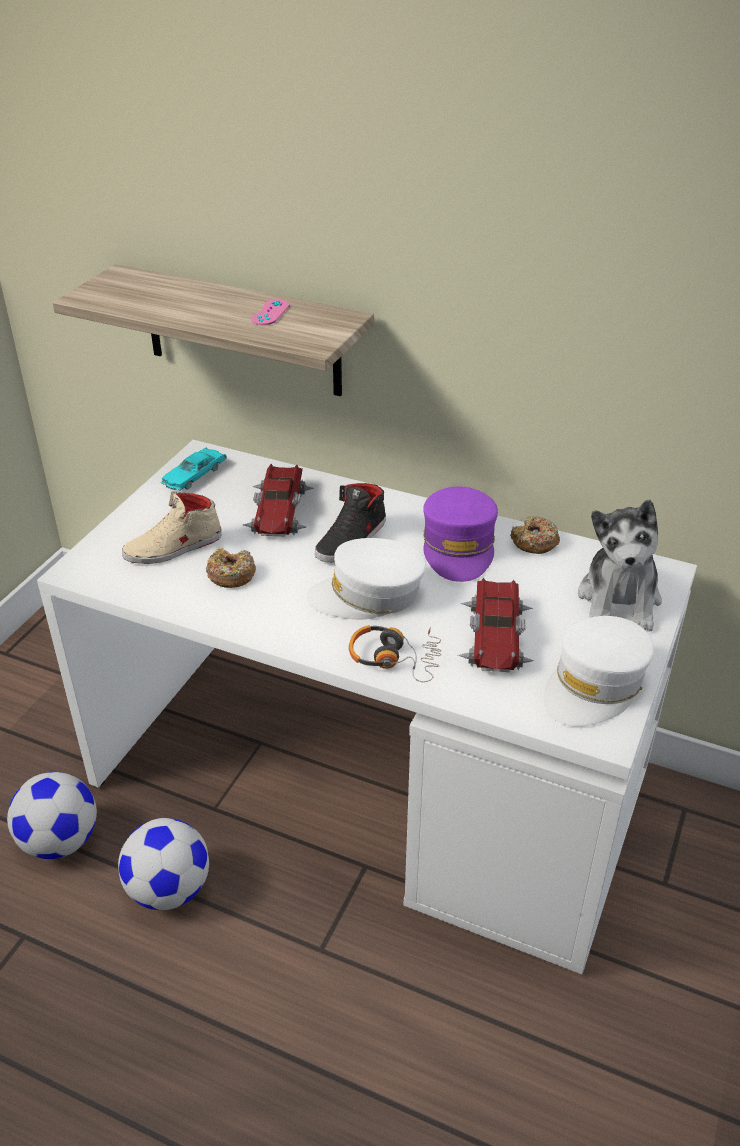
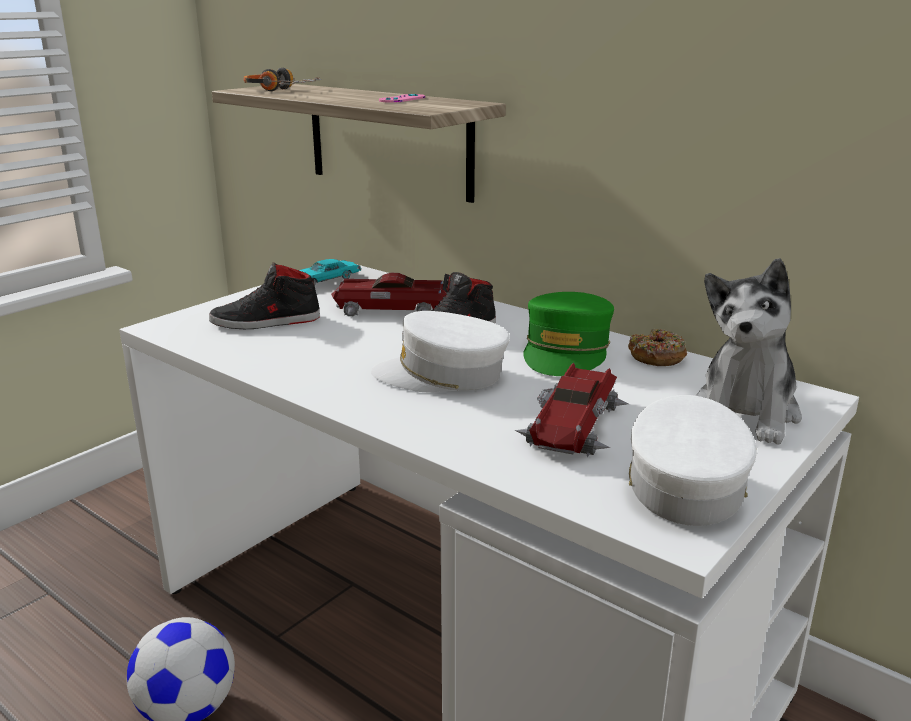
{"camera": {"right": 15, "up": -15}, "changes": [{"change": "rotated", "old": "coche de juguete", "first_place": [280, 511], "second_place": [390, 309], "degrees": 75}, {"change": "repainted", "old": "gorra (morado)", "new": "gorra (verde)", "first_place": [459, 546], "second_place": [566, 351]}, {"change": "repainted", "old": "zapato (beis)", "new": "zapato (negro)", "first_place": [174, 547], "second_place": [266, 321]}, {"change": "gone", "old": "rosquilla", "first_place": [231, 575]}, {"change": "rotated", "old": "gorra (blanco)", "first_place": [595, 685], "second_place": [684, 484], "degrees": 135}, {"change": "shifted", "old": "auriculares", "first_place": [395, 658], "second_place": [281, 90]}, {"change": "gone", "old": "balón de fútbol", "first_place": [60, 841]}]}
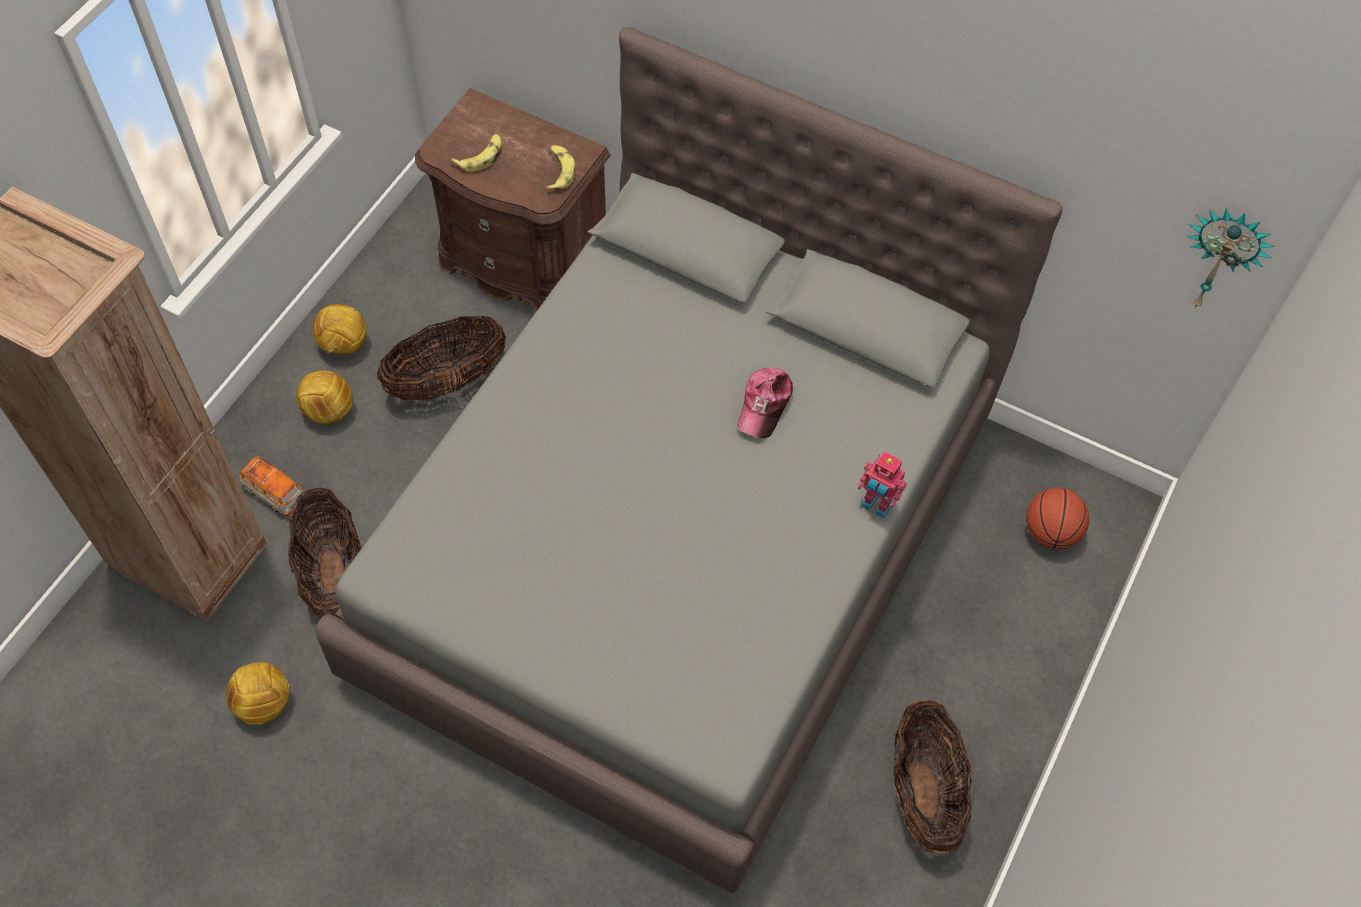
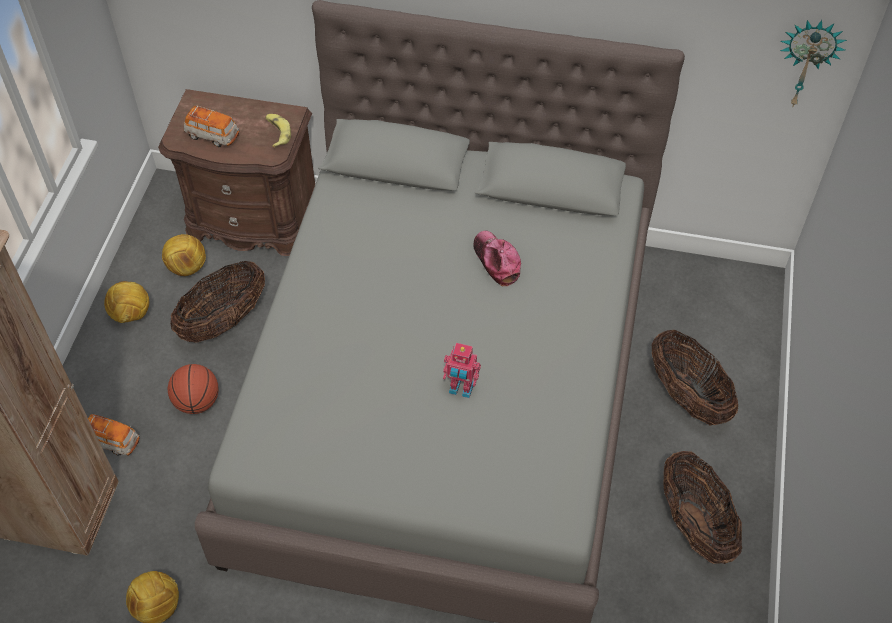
{"camera": {"right": -15, "up": -5}, "changes": [{"change": "swapped", "old": "plátano", "new": "coche de juguete", "first_place": [481, 156], "second_place": [212, 136]}, {"change": "rotated", "old": "gorra", "first_place": [764, 405], "second_place": [496, 261], "degrees": 150}, {"change": "shifted", "old": "balón de fútbol", "first_place": [328, 411], "second_place": [187, 267]}, {"change": "shifted", "old": "robot de juguete", "first_place": [876, 505], "second_place": [461, 389]}, {"change": "shifted", "old": "cesta", "first_place": [333, 574], "second_place": [687, 396]}, {"change": "shifted", "old": "balón de baloncesto", "first_place": [1050, 532], "second_place": [197, 402]}]}
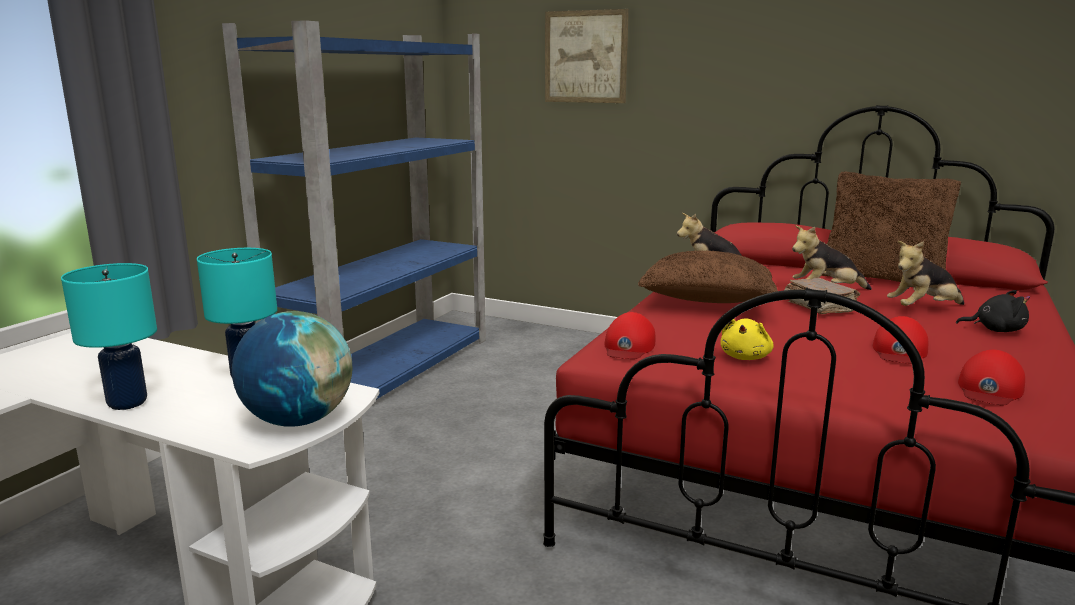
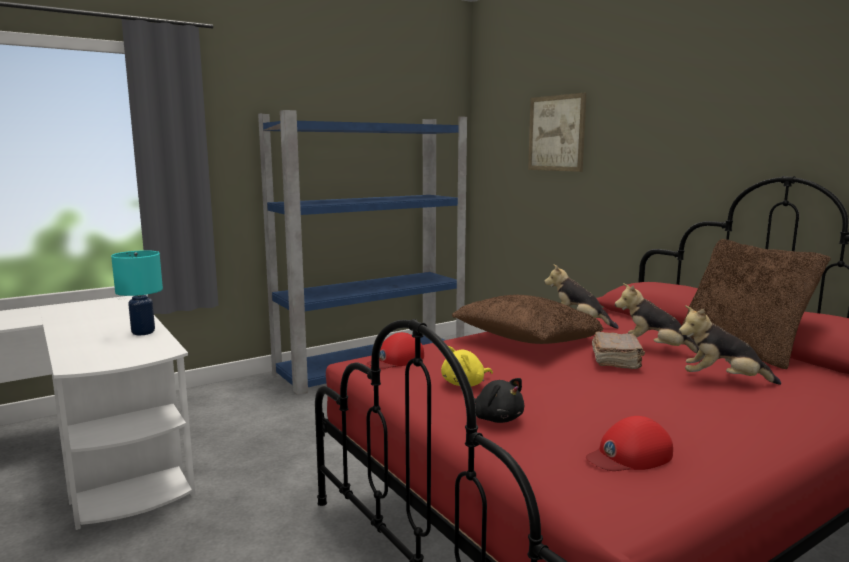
{"camera": {"right": 30, "up": -5}, "changes": [{"change": "gone", "old": "lámpara de mesa (turquesa)", "first_place": [128, 404]}, {"change": "shifted", "old": "peluche (negro)", "first_place": [995, 330], "second_place": [496, 418]}, {"change": "gone", "old": "globo terráqueo", "first_place": [298, 420]}, {"change": "gone", "old": "gorra (rojo)", "first_place": [899, 351]}]}
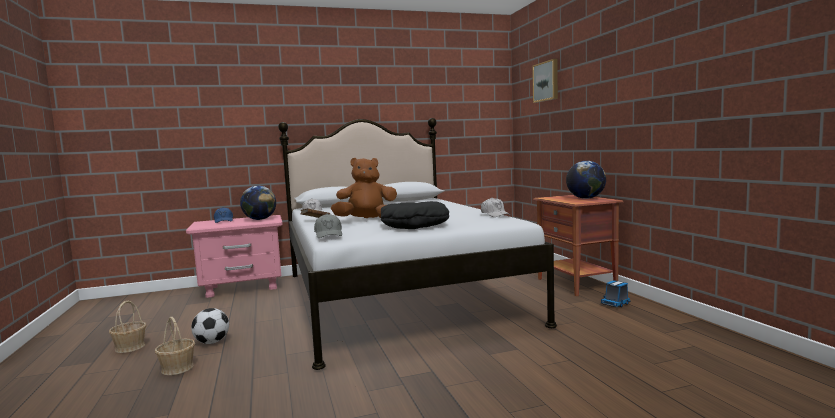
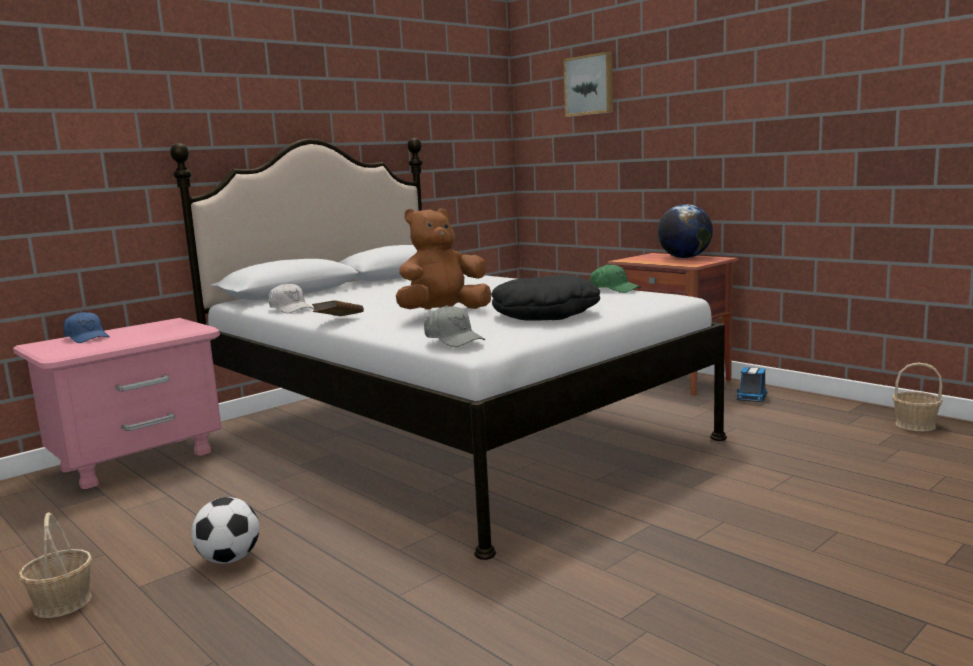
{"camera": {"right": -25, "up": 5}, "changes": [{"change": "gone", "old": "globo terráqueo", "first_place": [260, 219]}, {"change": "repainted", "old": "gorra (blanco)", "new": "gorra (verde)", "first_place": [495, 214], "second_place": [614, 289]}, {"change": "shifted", "old": "cesta", "first_place": [177, 368], "second_place": [915, 425]}]}
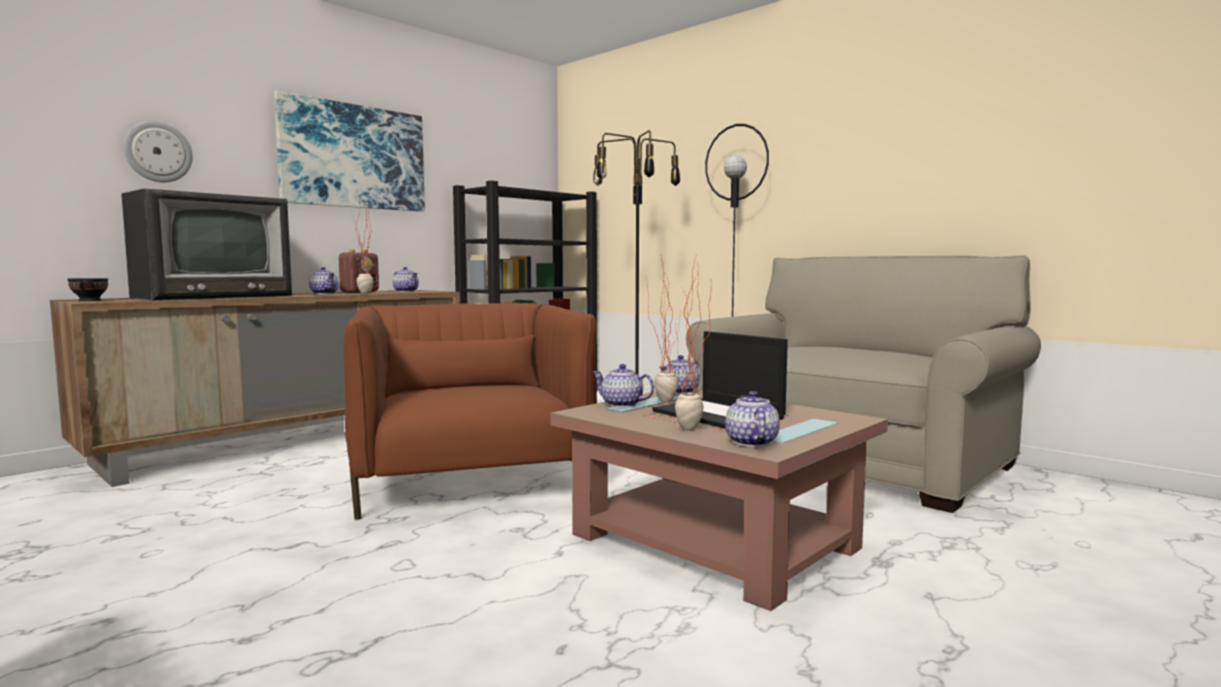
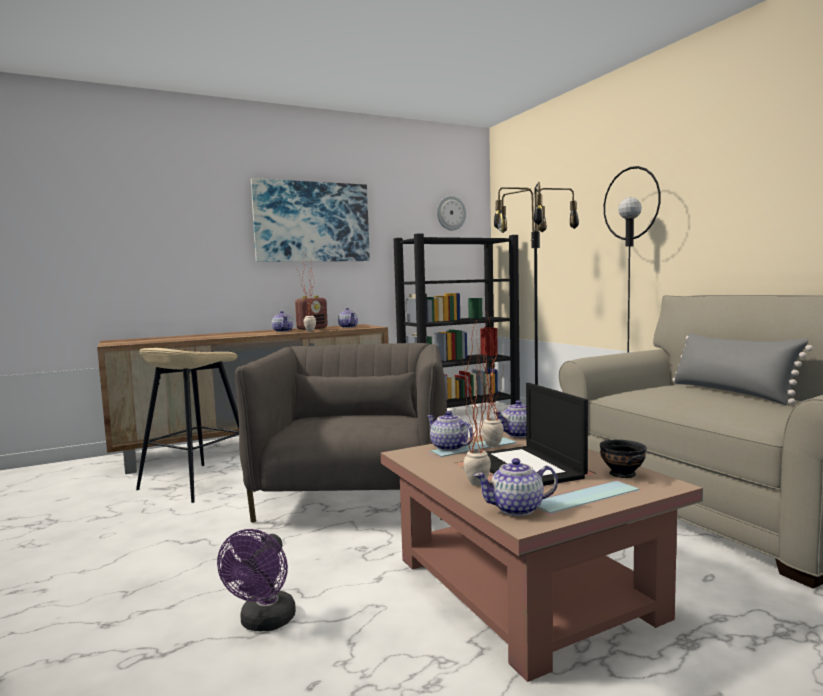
{"camera": {"right": 20, "up": 0}, "changes": [{"change": "shifted", "old": "reloj de pared", "first_place": [158, 152], "second_place": [451, 213]}, {"change": "gone", "old": "televisor", "first_place": [213, 296]}, {"change": "shifted", "old": "cuenco (negro)", "first_place": [89, 300], "second_place": [622, 474]}, {"change": "repainted", "old": "sillón (marrón)", "new": "sillón (gris)", "first_place": [470, 483], "second_place": [356, 496]}, {"change": "rotated", "old": "tetera", "first_place": [751, 442], "second_place": [517, 509], "degrees": -120}, {"change": "new", "new": "cojín (gris)", "second_place": [731, 392]}, {"change": "new", "new": "taburete (beis)", "second_place": [197, 482]}, {"change": "new", "new": "ventilador (morado)", "second_place": [264, 623]}]}
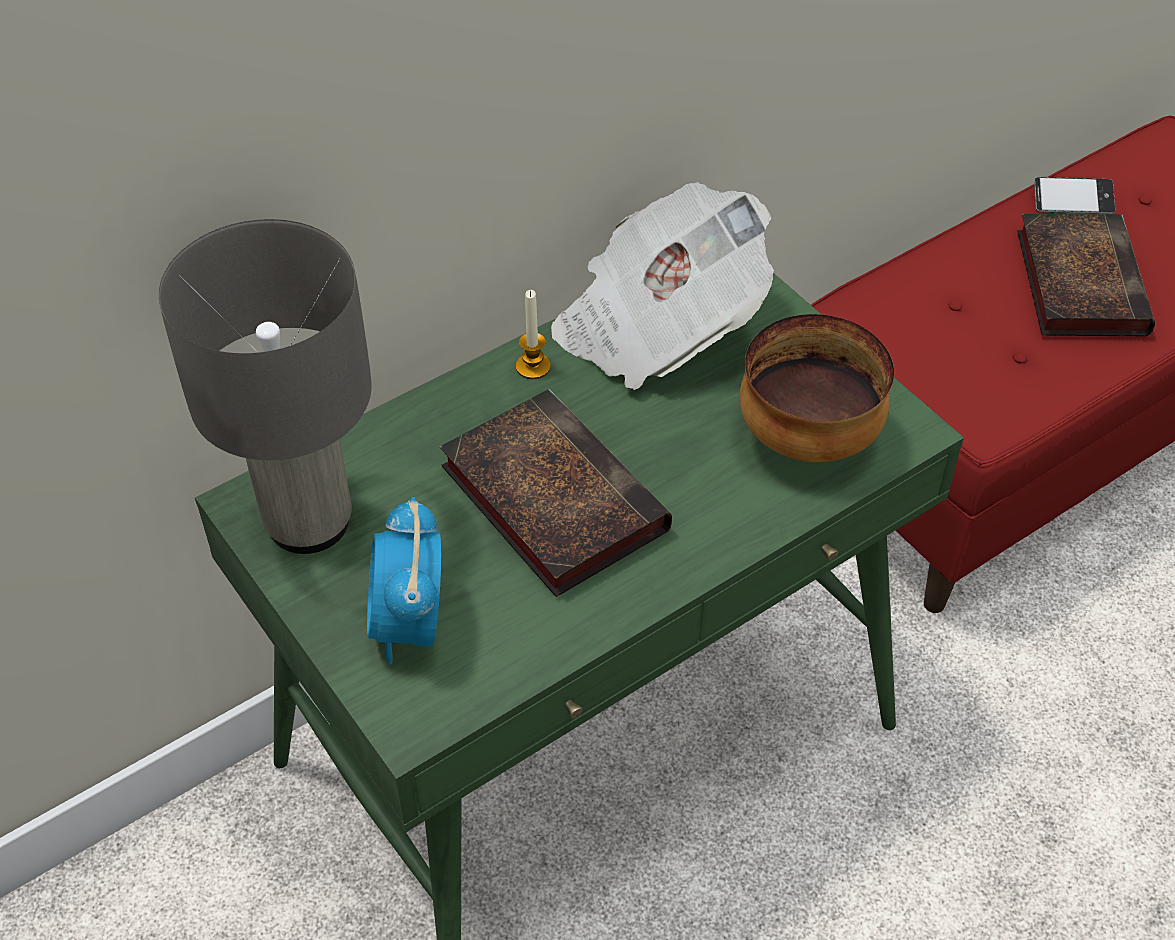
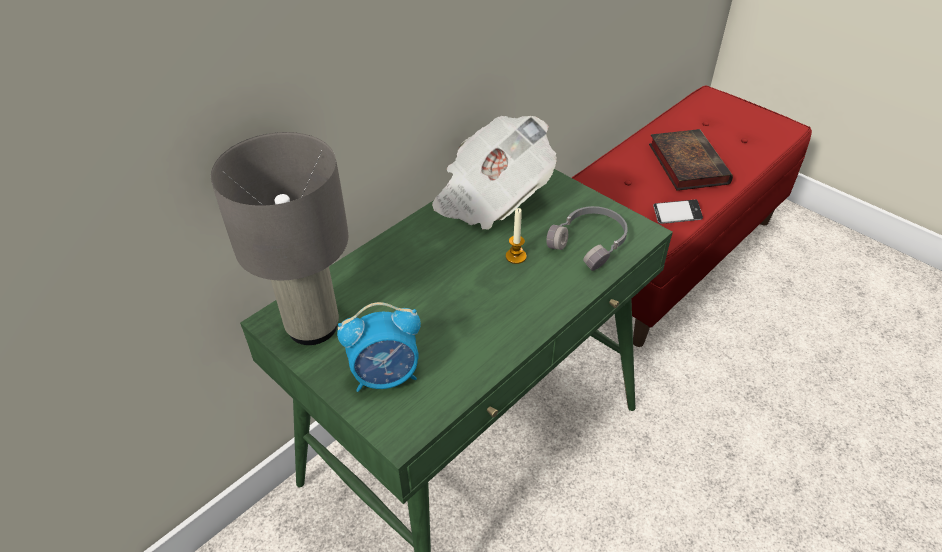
{"camera": {"right": -10, "up": -5}, "changes": [{"change": "shifted", "old": "móvil", "first_place": [1072, 201], "second_place": [677, 215]}, {"change": "shifted", "old": "vela", "first_place": [533, 367], "second_place": [516, 256]}, {"change": "swapped", "old": "cuenco", "new": "auriculares (gris)", "first_place": [810, 439], "second_place": [590, 243]}, {"change": "gone", "old": "libro", "first_place": [548, 496]}, {"change": "rotated", "old": "despertador", "first_place": [409, 625], "second_place": [386, 376], "degrees": -90}]}
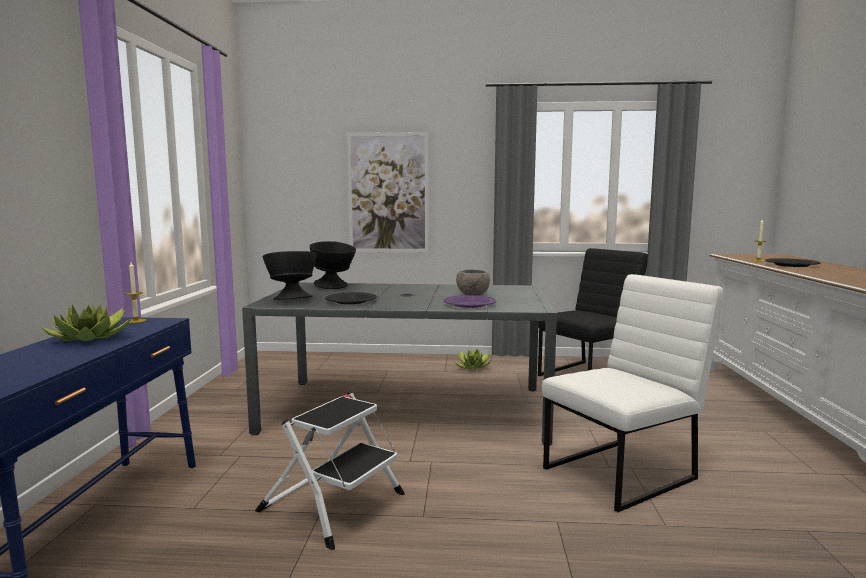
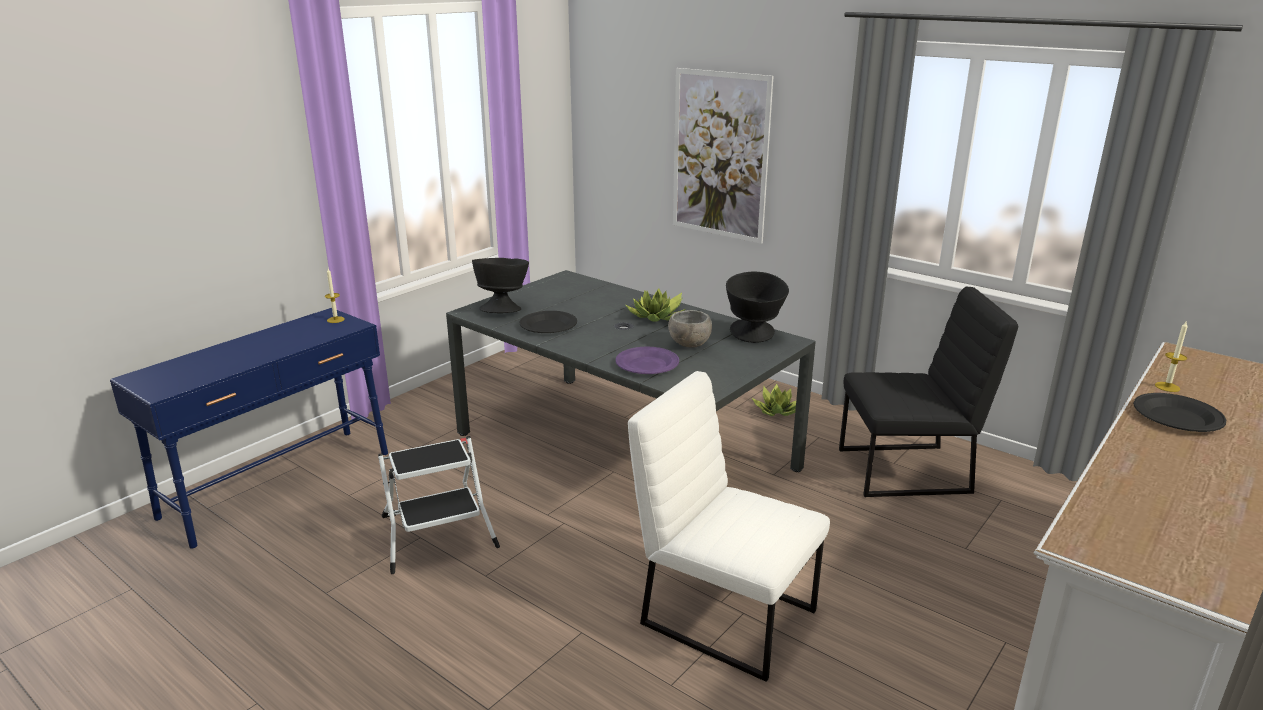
{"camera": {"right": 35, "up": 15}, "changes": [{"change": "shifted", "old": "cuenco (negro)", "first_place": [333, 287], "second_place": [753, 337]}, {"change": "rotated", "old": "silla (blanco)", "first_place": [623, 472], "second_place": [724, 614], "degrees": -150}, {"change": "shifted", "old": "planta en maceta", "first_place": [92, 338], "second_place": [657, 317]}]}
